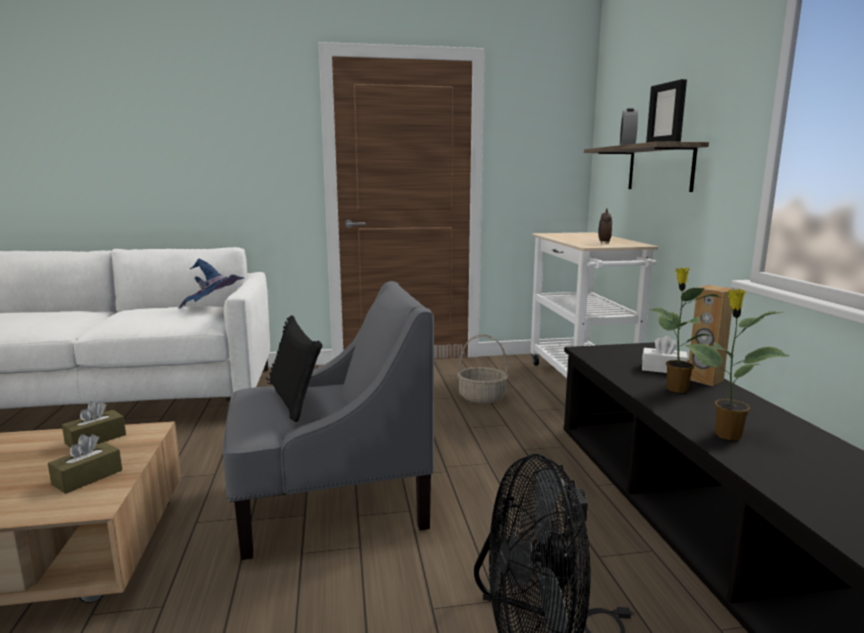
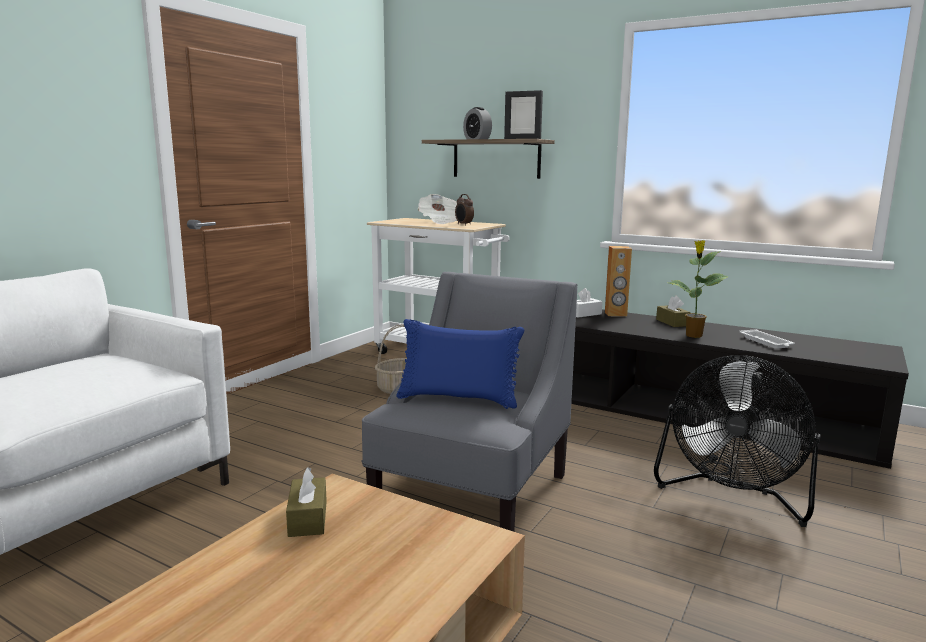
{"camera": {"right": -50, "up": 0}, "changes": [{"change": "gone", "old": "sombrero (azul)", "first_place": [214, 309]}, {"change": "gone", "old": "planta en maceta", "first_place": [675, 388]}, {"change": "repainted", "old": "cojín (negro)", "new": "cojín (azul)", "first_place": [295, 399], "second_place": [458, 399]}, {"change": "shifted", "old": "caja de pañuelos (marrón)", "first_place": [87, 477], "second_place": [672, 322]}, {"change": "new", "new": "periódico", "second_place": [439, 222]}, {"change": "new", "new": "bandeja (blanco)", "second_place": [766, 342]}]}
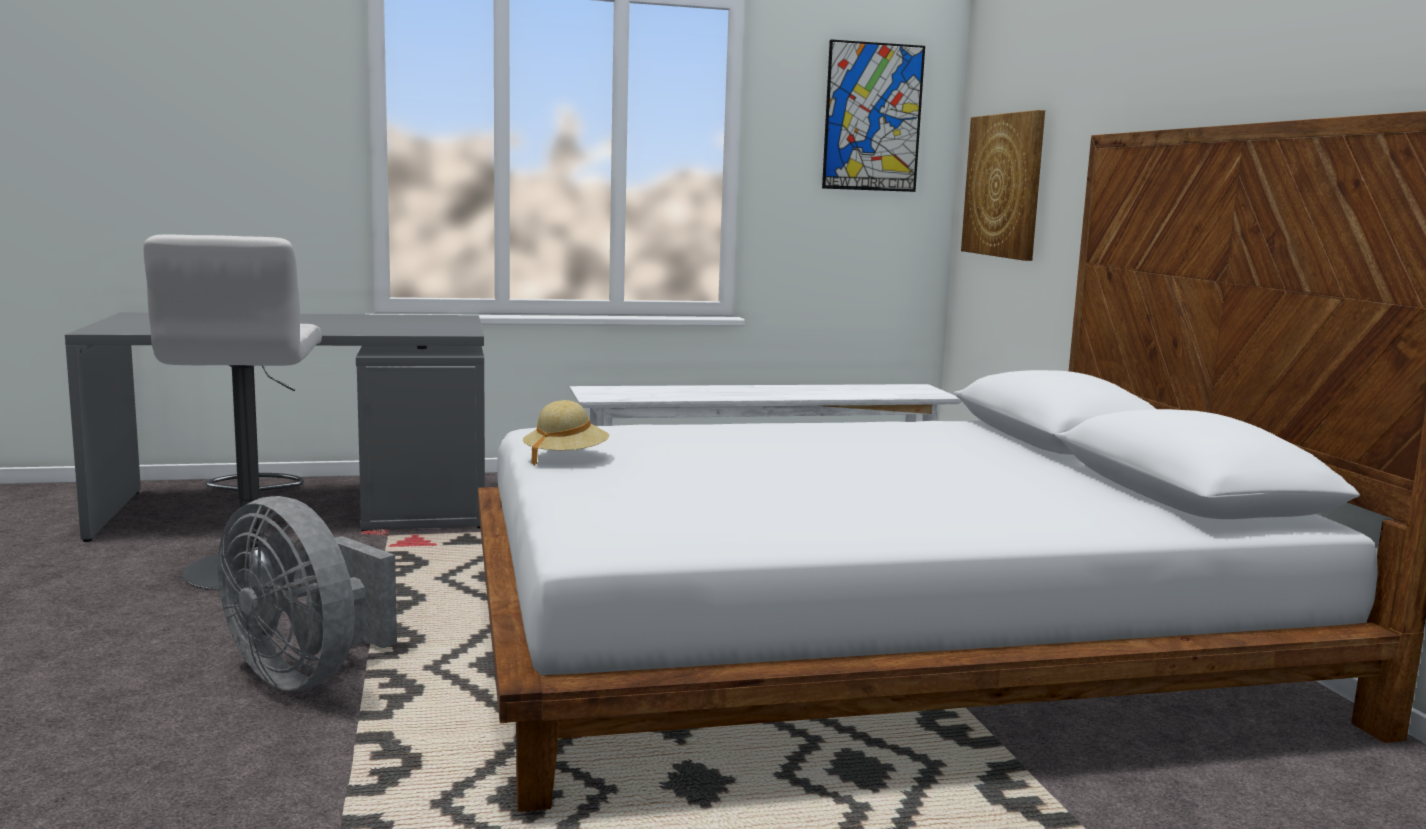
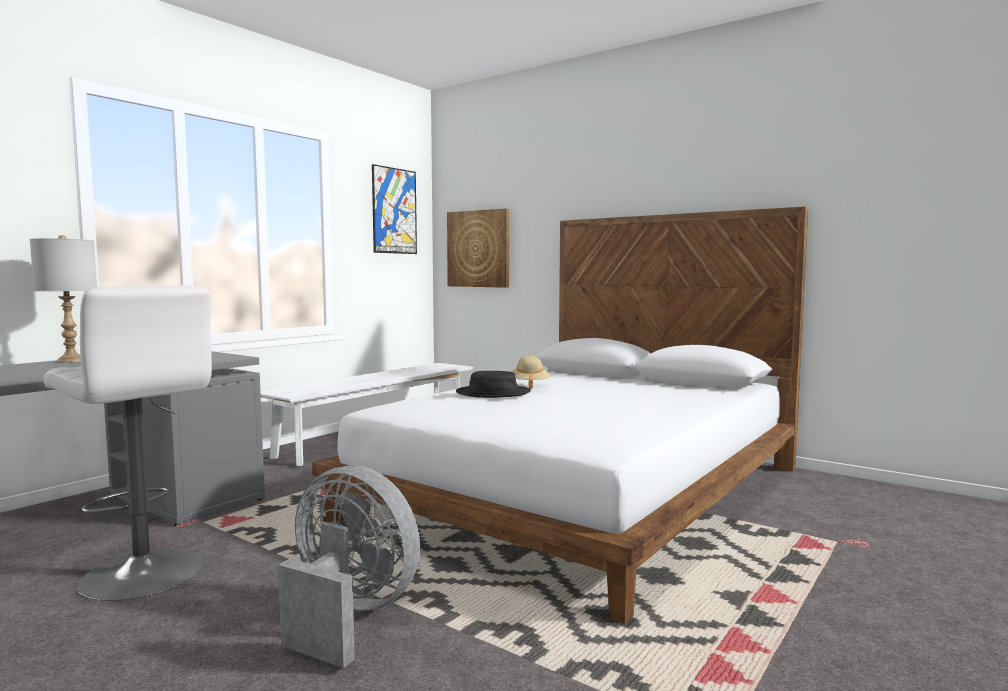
{"camera": {"right": -40, "up": -5}, "changes": [{"change": "shifted", "old": "sombrero (beis)", "first_place": [565, 458], "second_place": [529, 385]}, {"change": "rotated", "old": "ventilador (gris)", "first_place": [306, 674], "second_place": [348, 616], "degrees": -150}, {"change": "new", "new": "lámpara de mesa (gris)", "second_place": [70, 361]}, {"change": "new", "new": "sombrero (negro)", "second_place": [493, 393]}]}
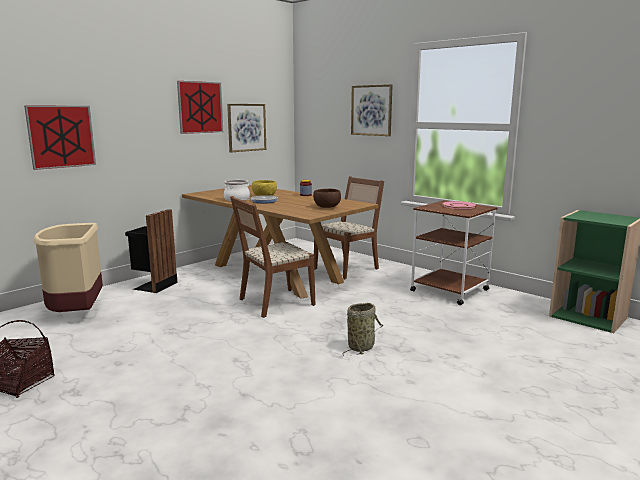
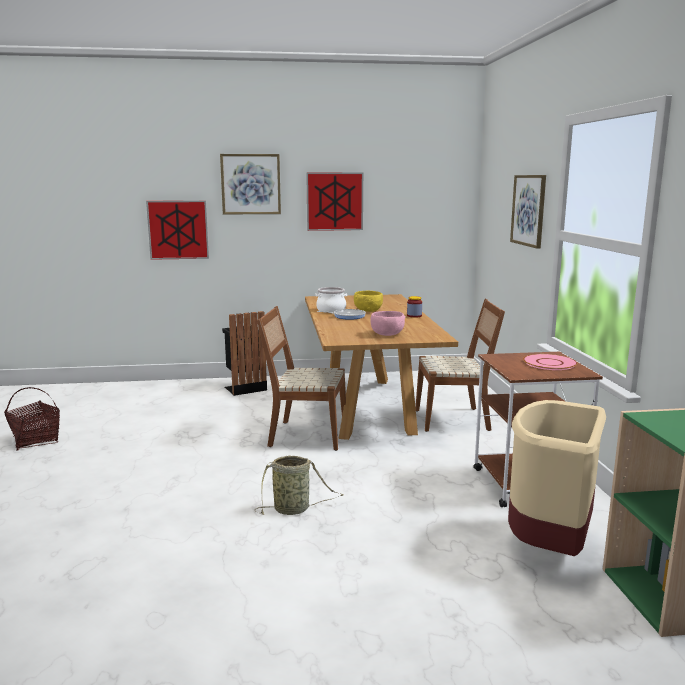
{"camera": {"right": 40, "up": 0}, "changes": [{"change": "shifted", "old": "cuadro", "first_place": [246, 127], "second_place": [250, 184]}, {"change": "repainted", "old": "cuenco (marrón)", "new": "cuenco (rosa)", "first_place": [327, 207], "second_place": [387, 335]}, {"change": "shifted", "old": "papelera (beis)", "first_place": [77, 313], "second_place": [549, 544]}]}
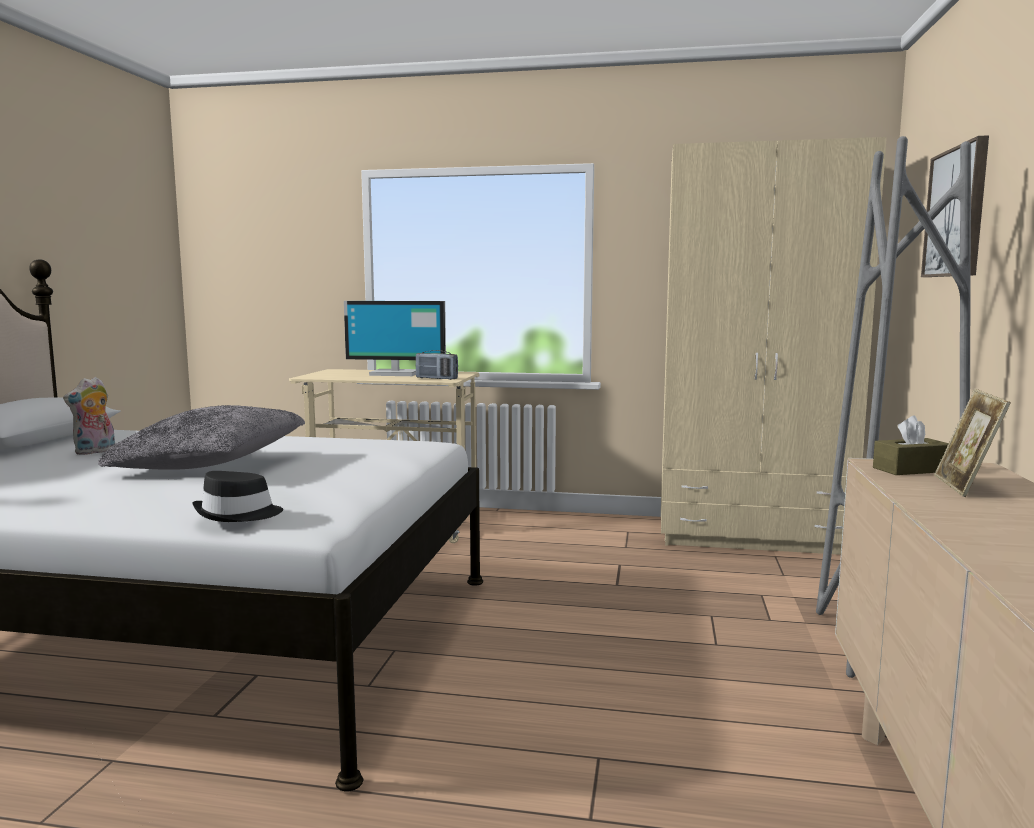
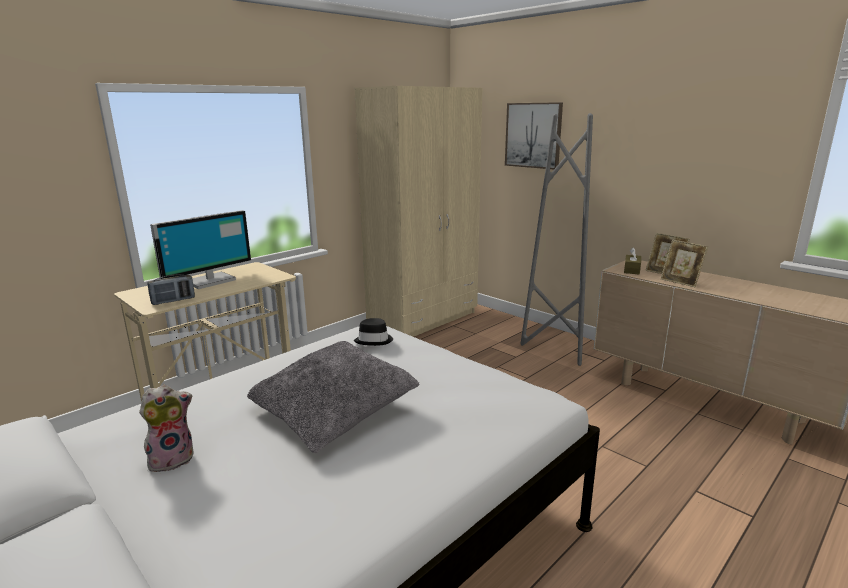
{"camera": {"right": -55, "up": 10}, "changes": [{"change": "shifted", "old": "radio", "first_place": [436, 378], "second_place": [173, 301]}, {"change": "rotated", "old": "peluche", "first_place": [95, 452], "second_place": [172, 459], "degrees": -105}, {"change": "shifted", "old": "sombrero (negro)", "first_place": [238, 514], "second_place": [374, 340]}, {"change": "new", "new": "portarretratos", "second_place": [680, 282]}]}
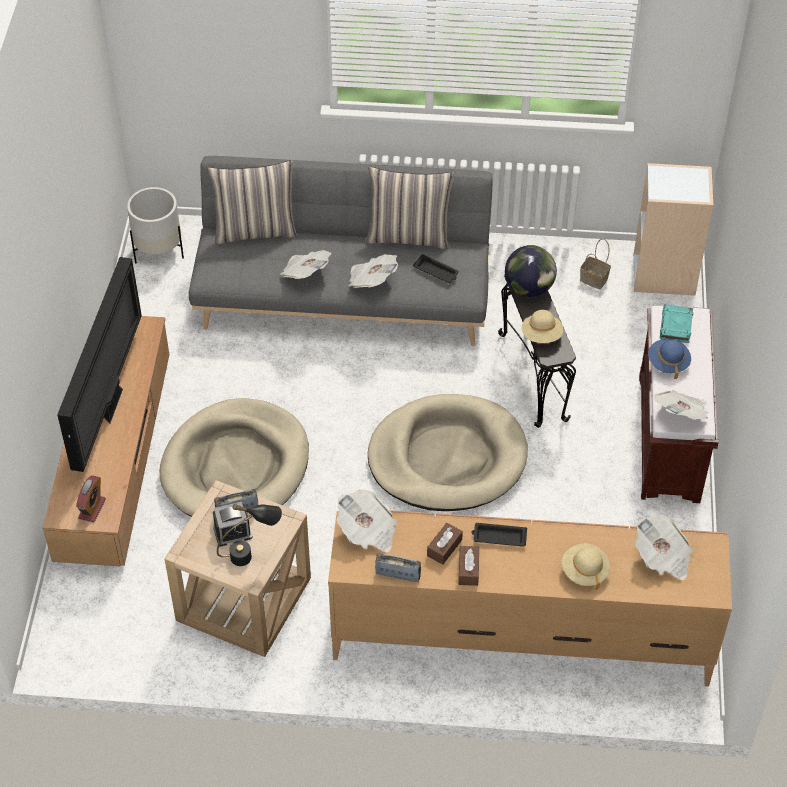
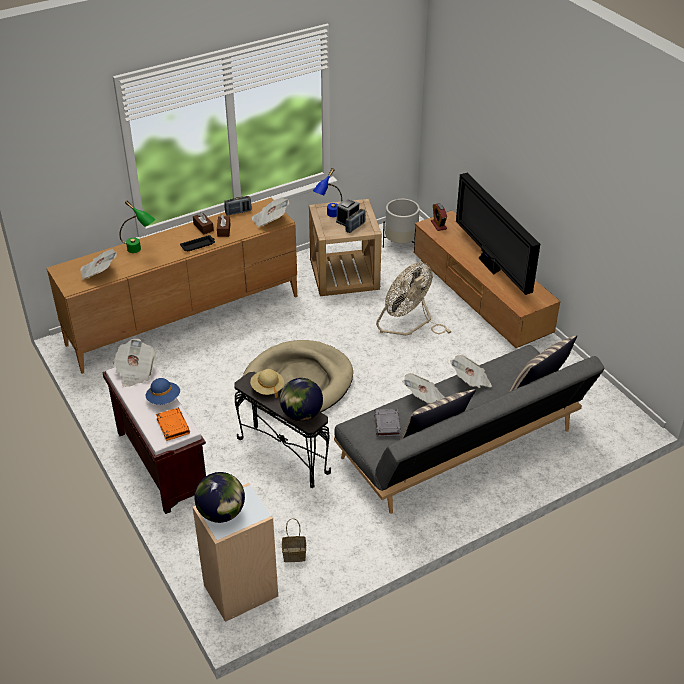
{"camera": {"right": 145, "up": -10}, "changes": [{"change": "shifted", "old": "maceta (blanco)", "first_place": [158, 250], "second_place": [401, 245]}, {"change": "swapped", "old": "bandeja (negro)", "new": "libro (gris)", "first_place": [436, 271], "second_place": [387, 425]}, {"change": "repainted", "old": "libro (turquesa)", "new": "libro (naranja)", "first_place": [676, 326], "second_place": [172, 426]}, {"change": "swapped", "old": "cama para perro (beis)", "new": "ventilador (beis)", "first_place": [236, 466], "second_place": [413, 322]}, {"change": "repainted", "old": "lámpara de mesa (negro)", "new": "lámpara de mesa (azul)", "first_place": [251, 555], "second_place": [329, 216]}, {"change": "swapped", "old": "sombrero (beis)", "new": "lámpara de mesa (verde)", "first_place": [584, 571], "second_place": [140, 250]}, {"change": "new", "new": "globo terráqueo", "second_place": [221, 513]}]}
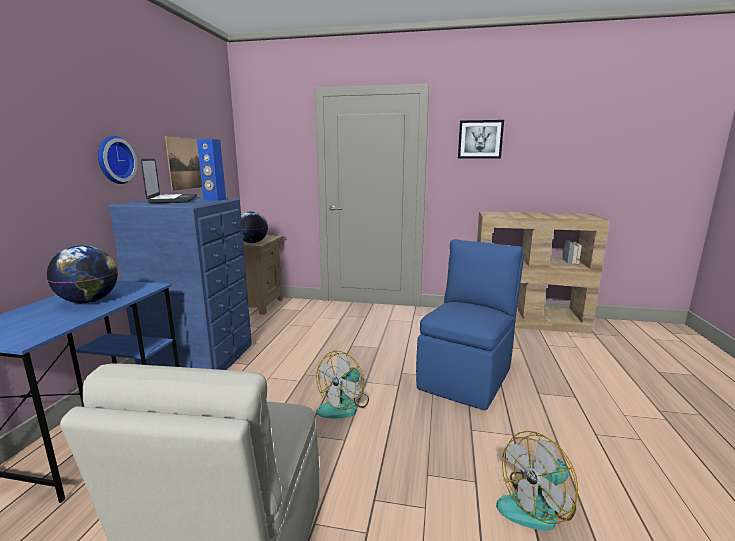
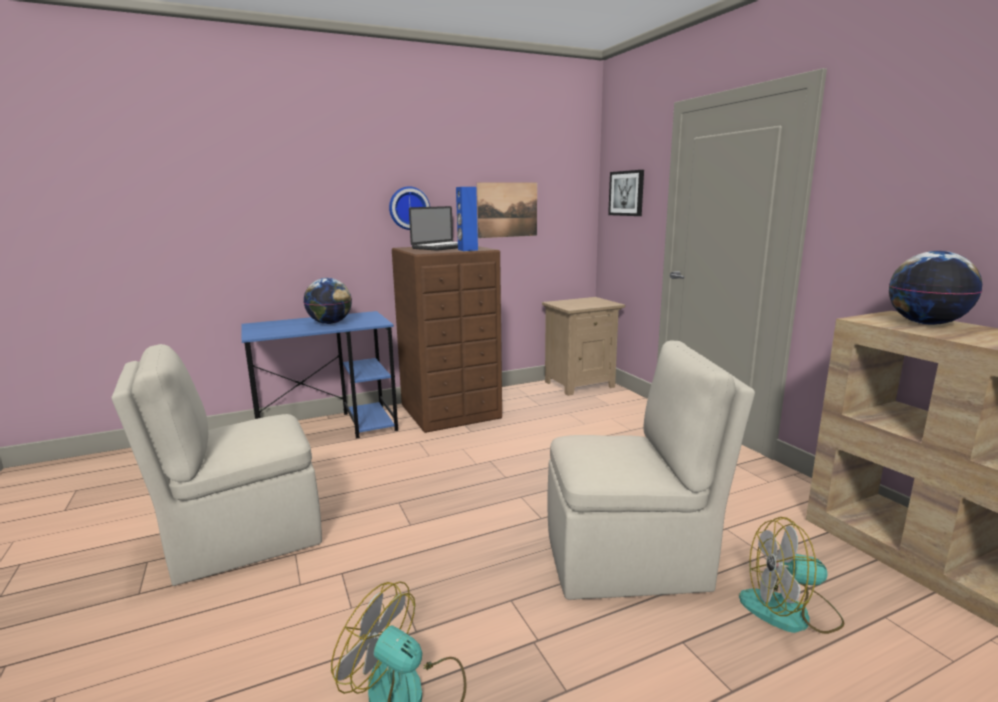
{"camera": {"right": 55, "up": 0}, "changes": [{"change": "shifted", "old": "cuadro", "first_place": [480, 139], "second_place": [627, 193]}, {"change": "repainted", "old": "cómoda (azul)", "new": "cómoda (marrón)", "first_place": [199, 359], "second_place": [451, 412]}, {"change": "shifted", "old": "globo terráqueo", "first_place": [252, 242], "second_place": [926, 323]}, {"change": "repainted", "old": "silla (azul)", "new": "silla (beis)", "first_place": [466, 377], "second_place": [630, 560]}, {"change": "shifted", "old": "ventilador", "first_place": [344, 406], "second_place": [790, 611]}]}
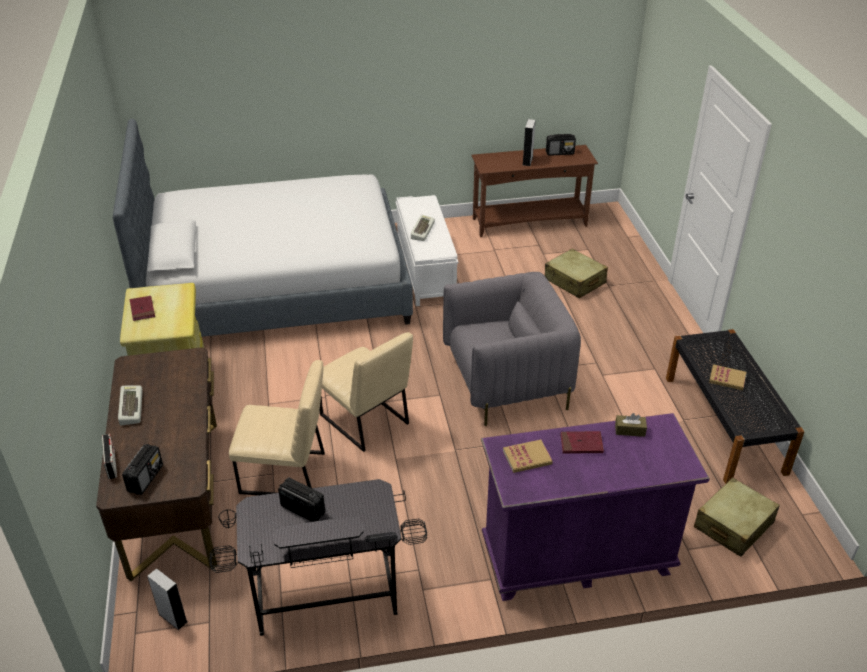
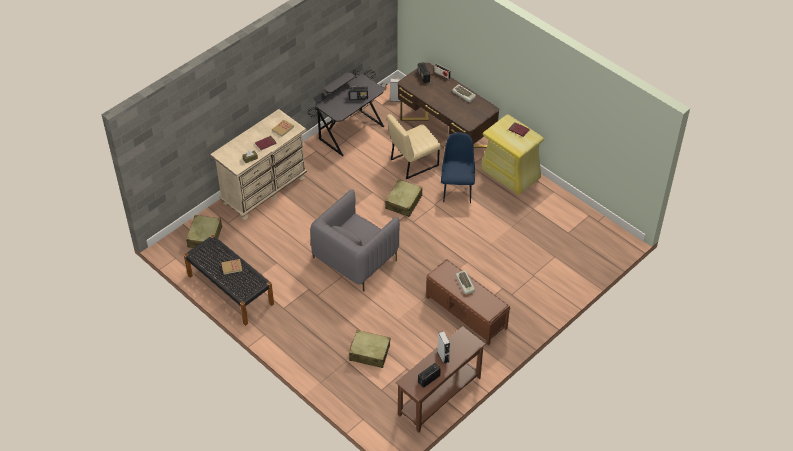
{"camera": {"right": 145, "up": 10}, "changes": [{"change": "gone", "old": "cama", "first_place": [276, 285]}, {"change": "repainted", "old": "banco (blanco)", "new": "banco (marrón)", "first_place": [425, 269], "second_place": [466, 313]}, {"change": "swapped", "old": "silla (beis)", "new": "maleta (beis)", "first_place": [365, 421], "second_place": [404, 202]}, {"change": "repainted", "old": "cómoda (morado)", "new": "cómoda (beis)", "first_place": [577, 559], "second_place": [264, 190]}, {"change": "new", "new": "silla (azul)", "second_place": [457, 191]}]}
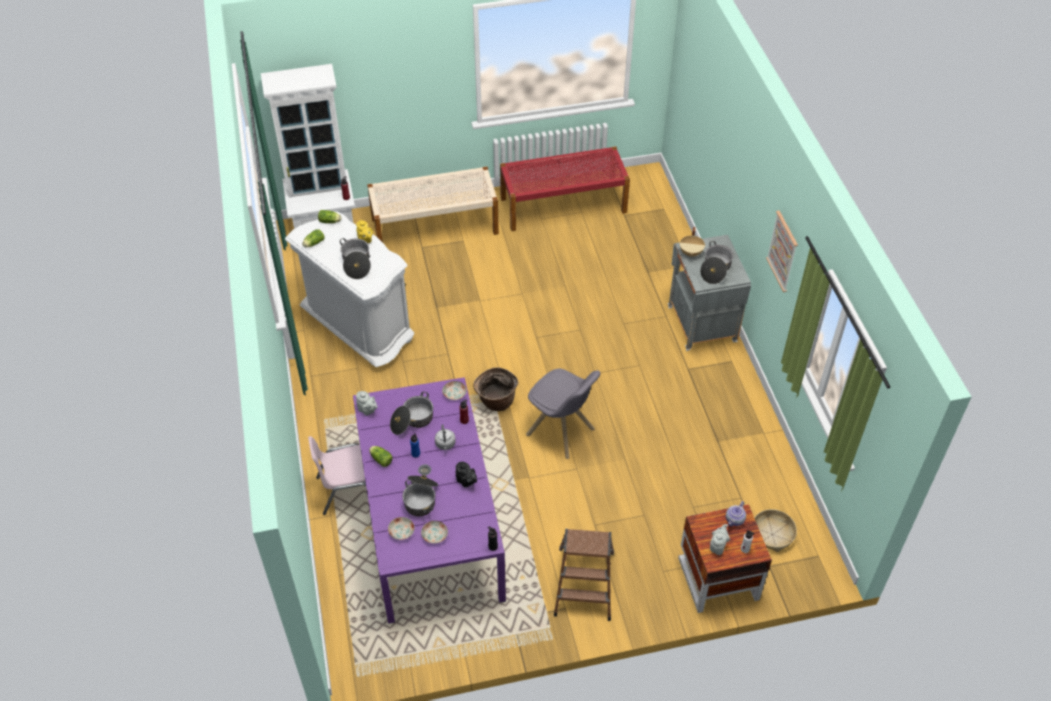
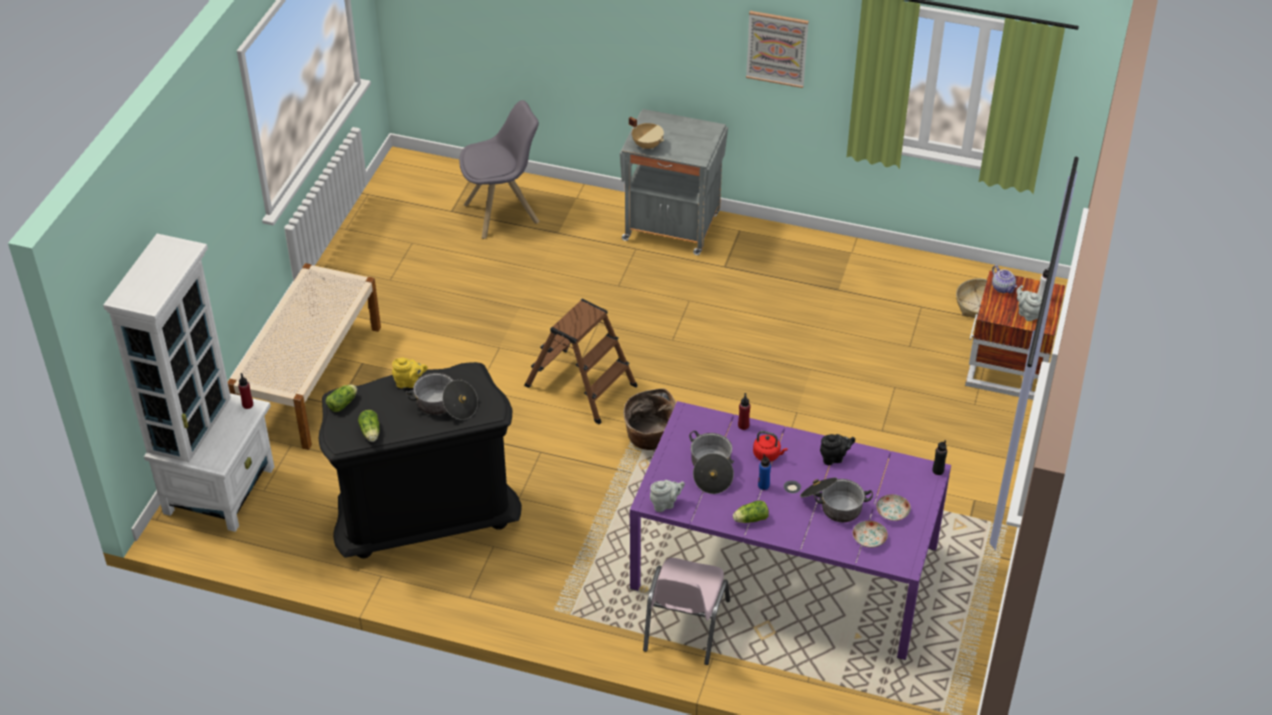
{"camera": {"right": -60, "up": -5}, "changes": [{"change": "gone", "old": "banco (rojo)", "first_place": [563, 205]}, {"change": "repainted", "old": "cómoda (blanco)", "new": "cómoda (negro)", "first_place": [359, 328], "second_place": [425, 519]}, {"change": "gone", "old": "olla", "first_place": [715, 269]}, {"change": "shifted", "old": "silla (gris)", "first_place": [561, 432], "second_place": [502, 214]}, {"change": "gone", "old": "plato", "first_place": [455, 394]}, {"change": "repainted", "old": "hervidor (gris)", "new": "hervidor (rojo)", "first_place": [445, 444], "second_place": [768, 455]}, {"change": "shifted", "old": "escalera de tijera (marrón)", "first_place": [584, 583], "second_place": [580, 385]}]}
